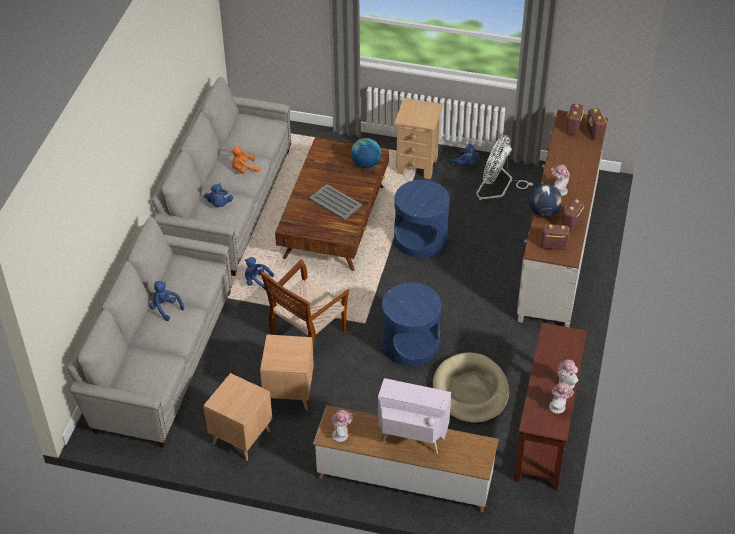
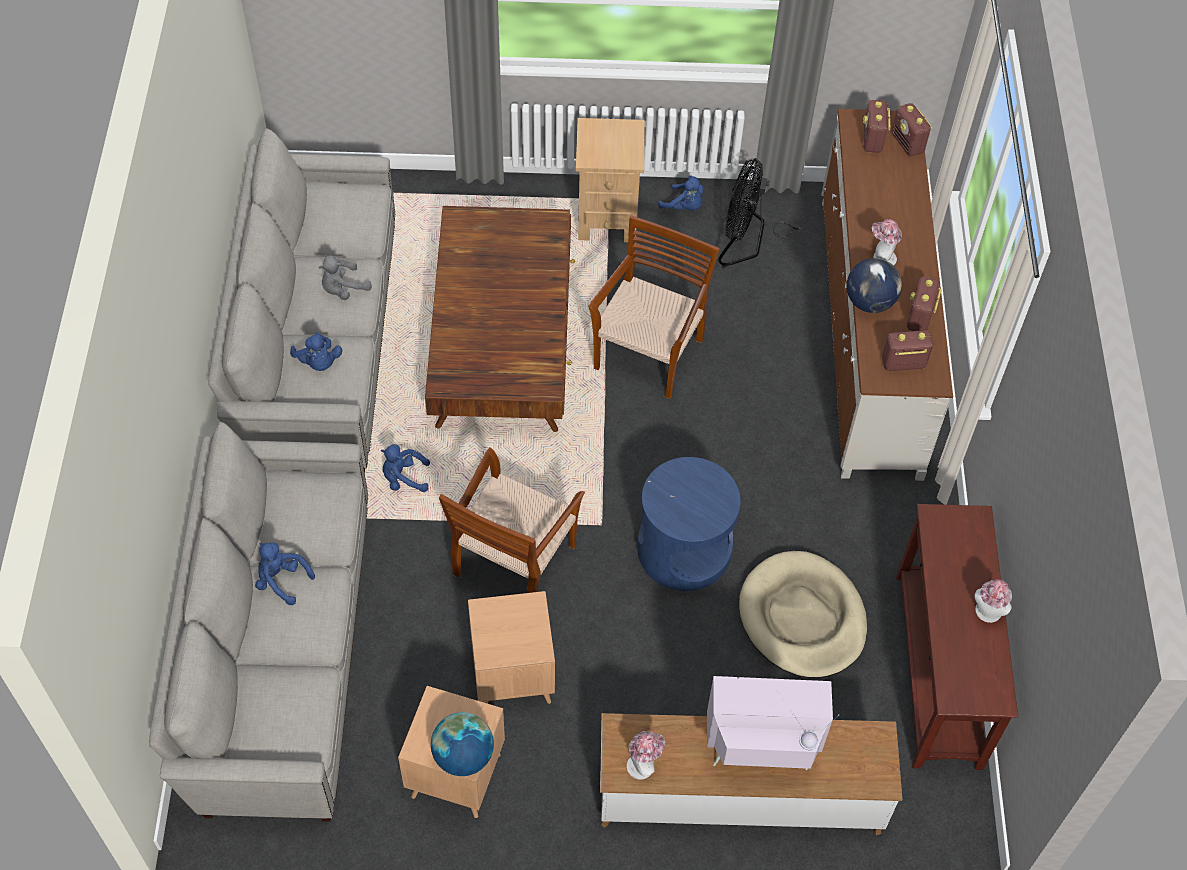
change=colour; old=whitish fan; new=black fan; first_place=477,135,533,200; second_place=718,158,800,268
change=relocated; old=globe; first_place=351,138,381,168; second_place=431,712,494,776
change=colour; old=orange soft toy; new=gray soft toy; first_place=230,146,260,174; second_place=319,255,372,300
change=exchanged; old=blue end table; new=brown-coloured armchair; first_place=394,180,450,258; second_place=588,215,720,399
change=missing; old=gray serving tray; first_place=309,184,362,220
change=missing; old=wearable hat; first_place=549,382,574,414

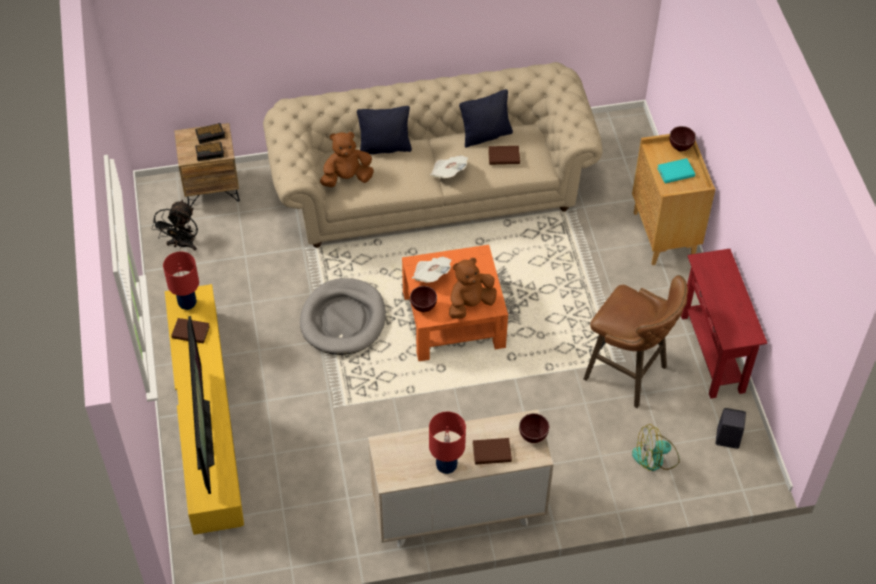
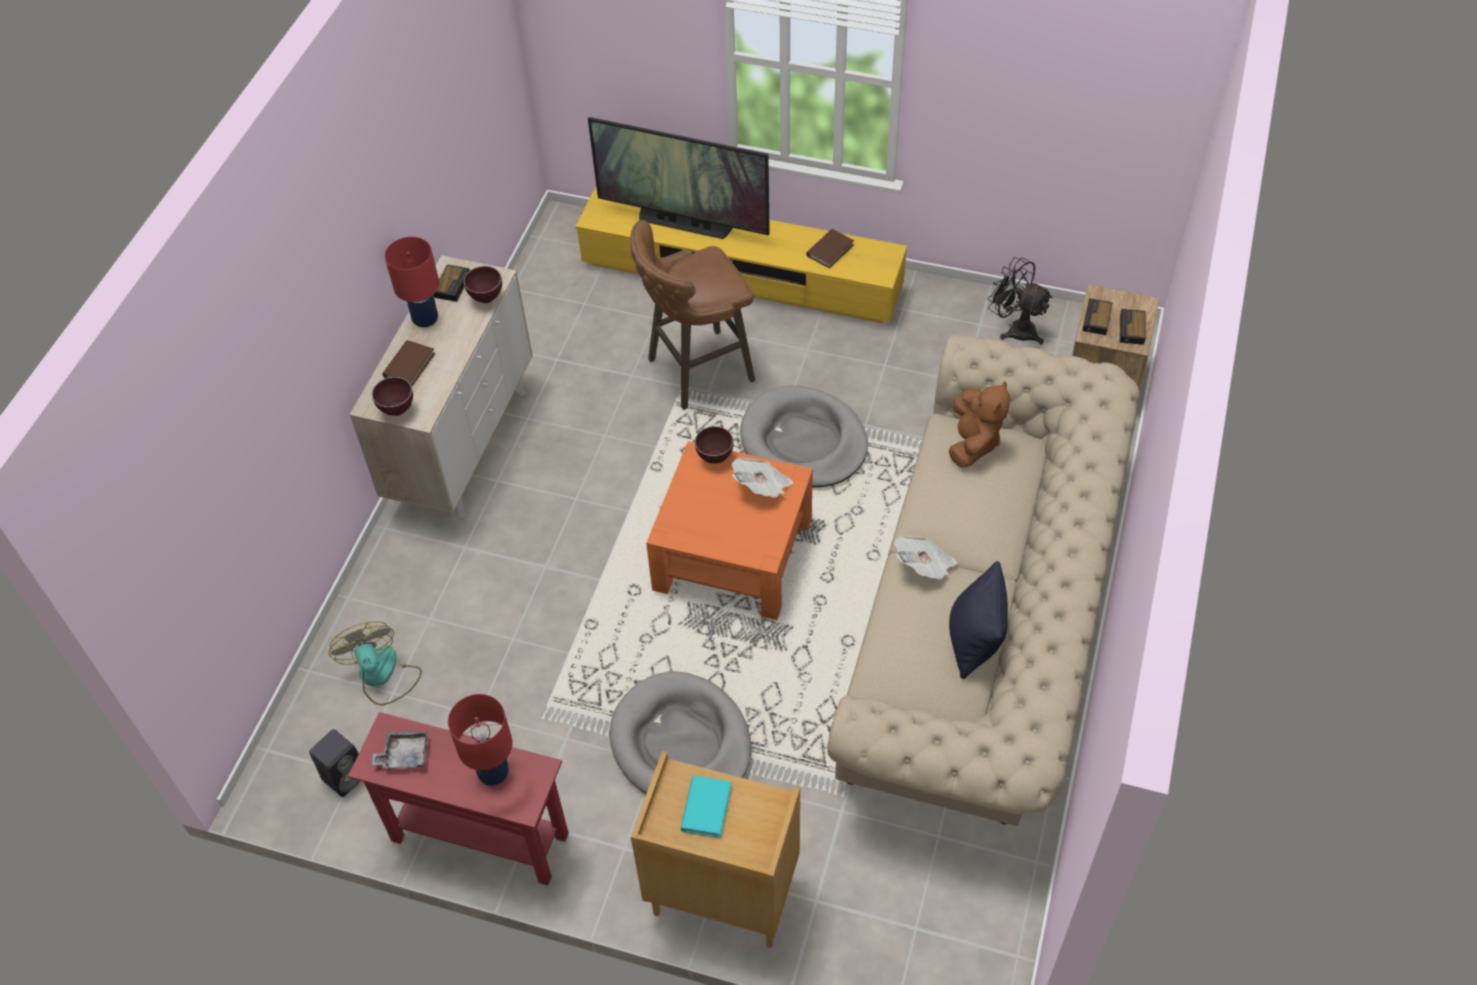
change=missing; old=black cushion; first_place=357,106,412,154
change=relocated; old=brown-coloured deep dish; first_place=670,126,696,152; second_place=463,266,502,303
change=missing; old=brown-coloured book; first_place=488,146,520,165
change=relocated; old=reddish table lamp; first_place=163,252,199,310; second_place=448,694,513,786
change=missing; old=brown-coloured soft toy; first_place=449,258,497,319
change=relocated; old=brown-coloured stool seat; first_place=584,275,688,408; second_place=630,220,755,410
change=spun; old=fan; first_place=632,424,680,471; second_place=329,621,422,706; degrees=-45
change=appeared; new=bedside clock; second_place=434,265,470,302
change=appeared; new=gray pet bed; second_place=610,671,751,794
change=appeared; new=gray serving tray; second_place=371,731,428,770

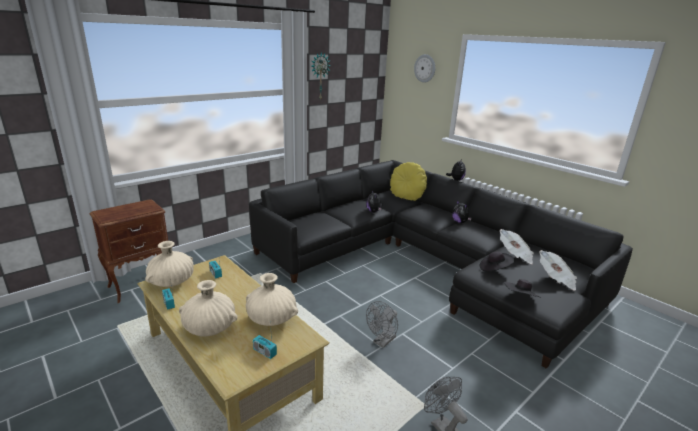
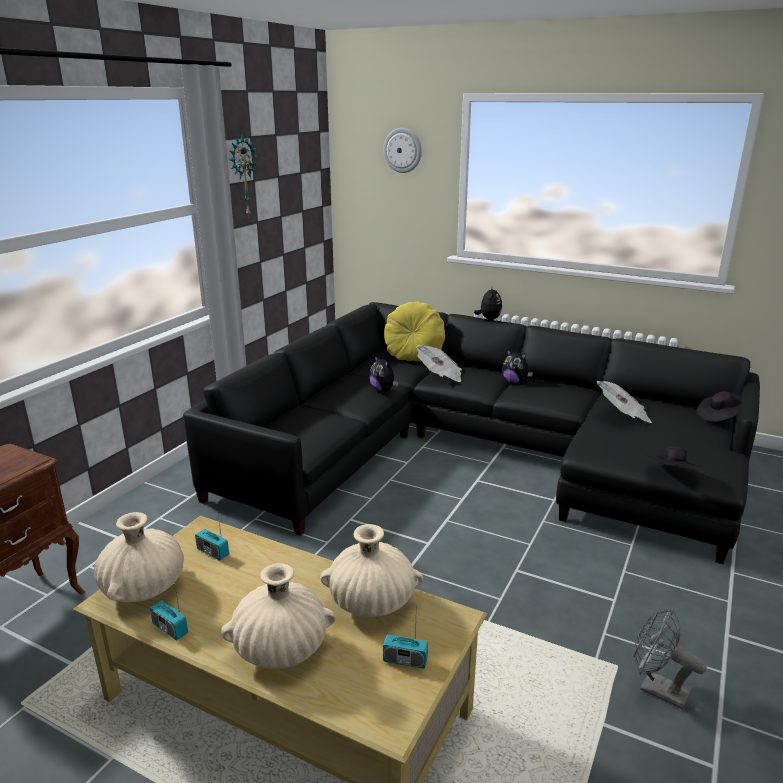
change=relocated; old=daily paper; first_place=539,250,577,291; second_place=416,345,462,382
change=relocated; old=black wearable hat; first_place=480,251,514,272; second_place=697,391,741,422
change=missing; old=gray fan; first_place=366,301,398,348

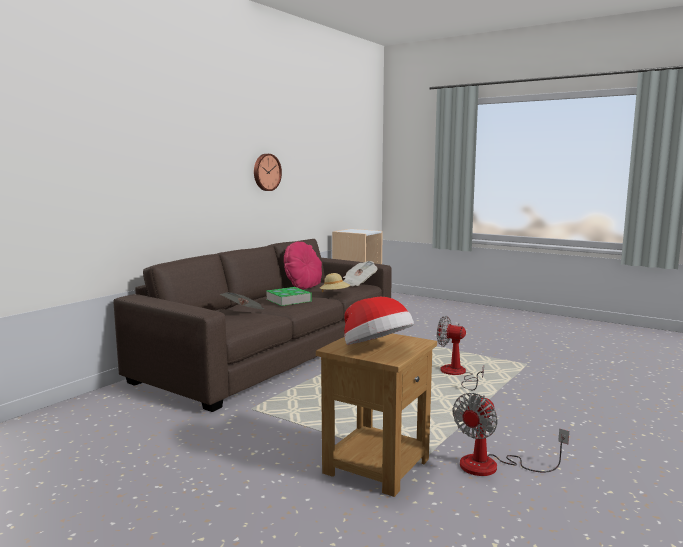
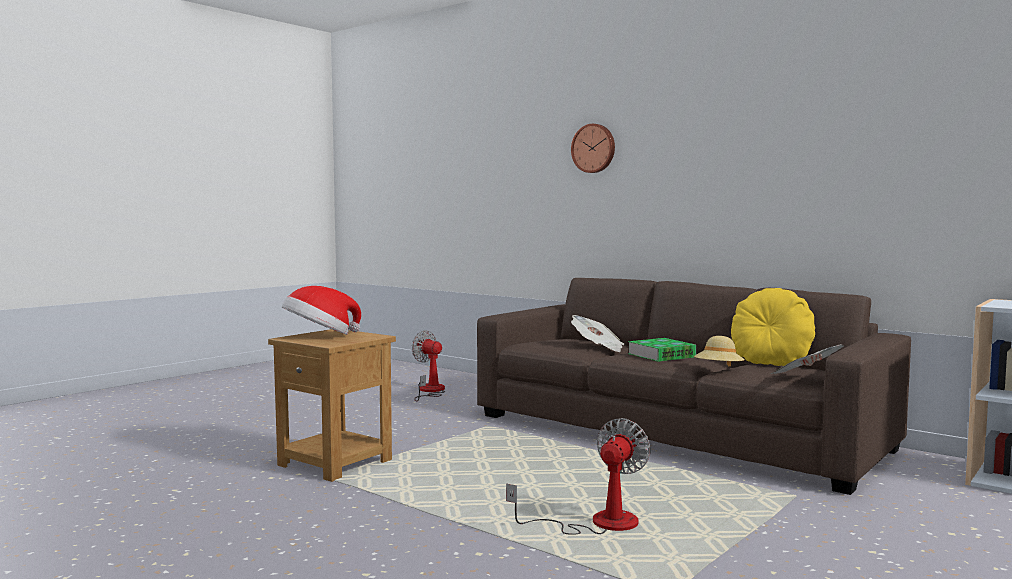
change=relocated; old=clock on the wall; first_place=254,154,282,191; second_place=571,124,615,173
change=colour; old=pinkish cushion; new=yellow cushion; first_place=284,241,322,290; second_place=731,288,815,366
change=relocated; old=fan; first_place=453,393,569,476; second_place=412,330,446,401

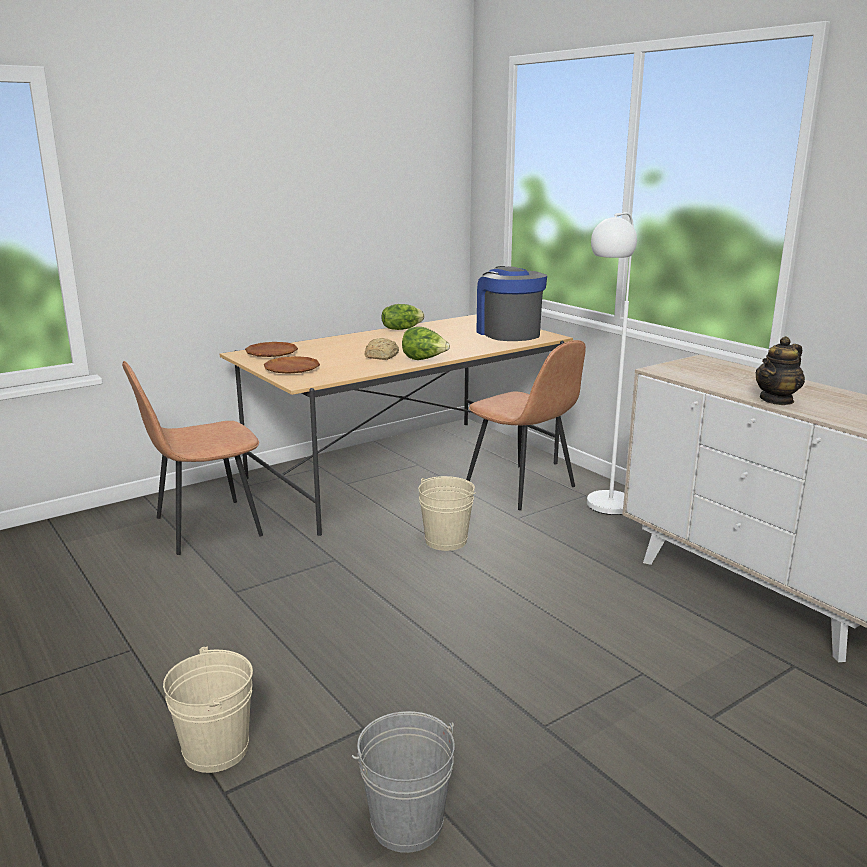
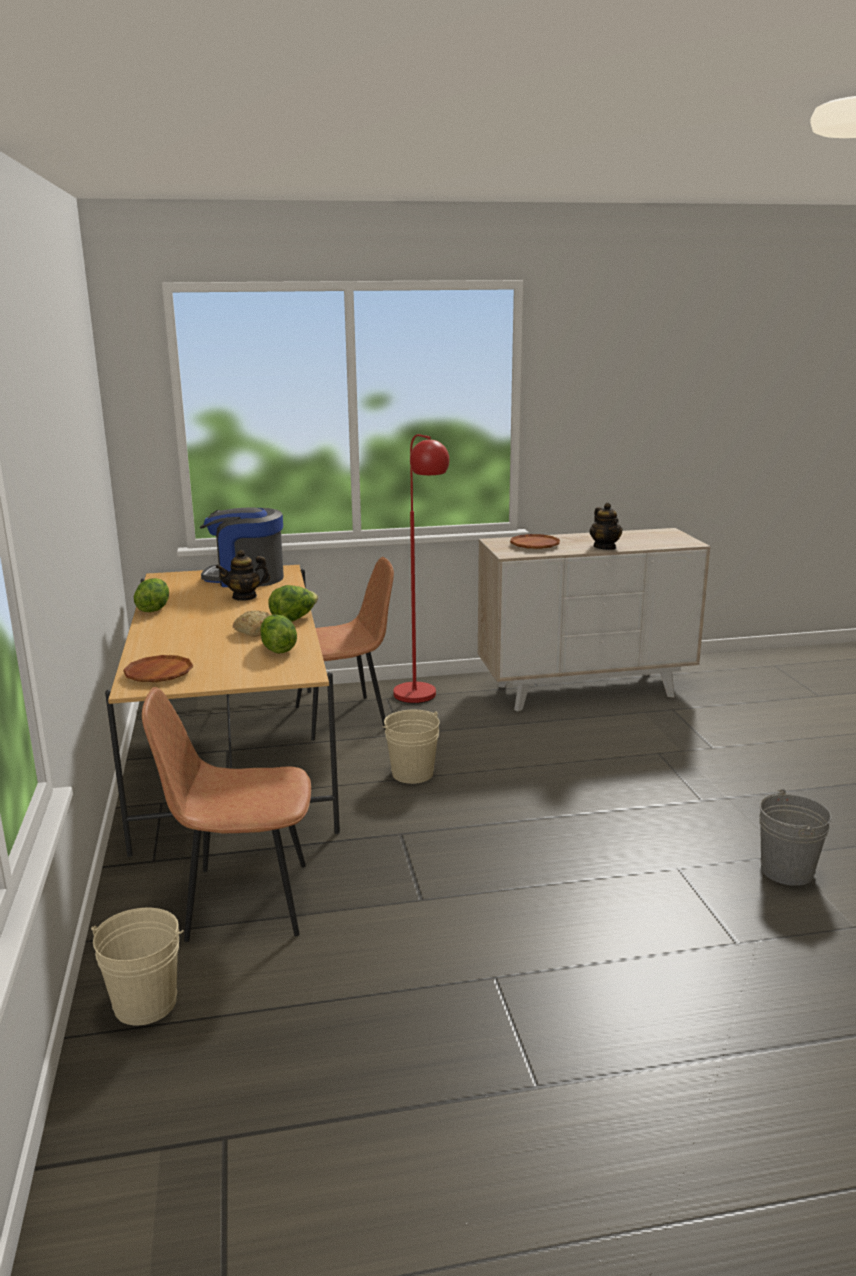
change=colour; old=whitish floor lamp; new=reddish floor lamp; first_place=587,212,637,515; second_place=393,434,449,703
change=relocated; old=brown-coloured dinner plate; first_place=264,356,320,374; second_place=510,534,560,549
change=spun; old=brown-coloured plain chair; first_place=122,361,263,555; second_place=142,687,311,942; degrees=90
change=relocated; old=beige water bucket; first_place=163,646,253,773; second_place=91,908,184,1025
change=appeared; new=tea pot; second_place=216,550,270,601
change=appeared; new=lettuce head; second_place=260,614,297,653

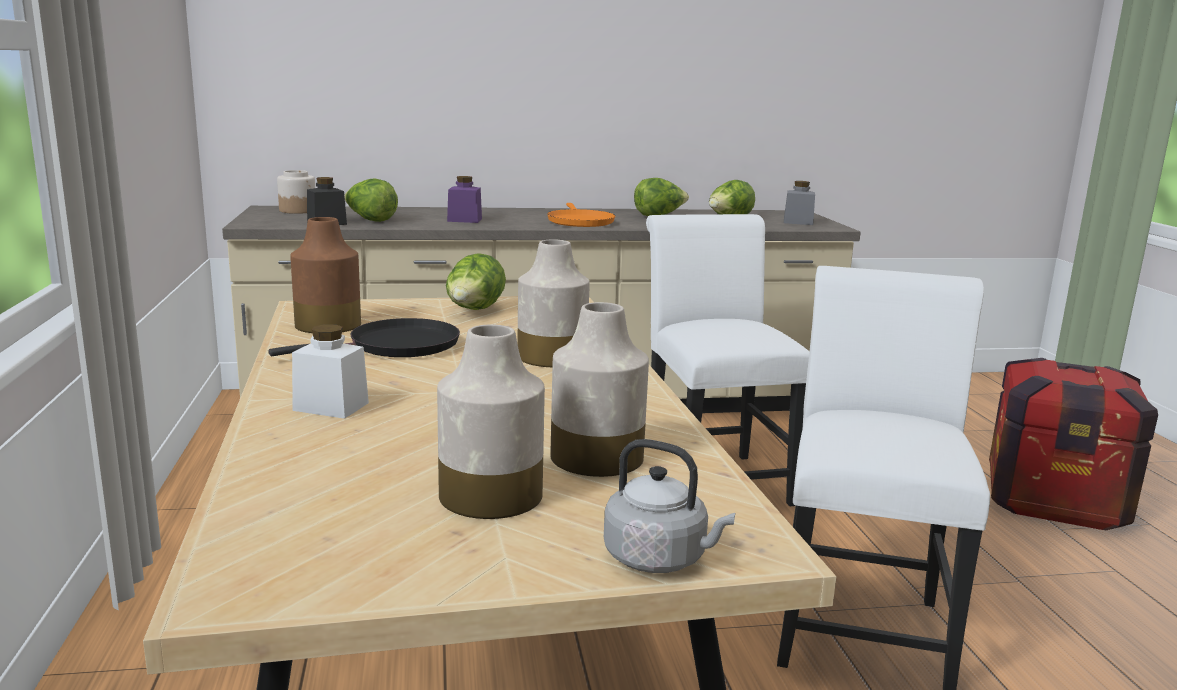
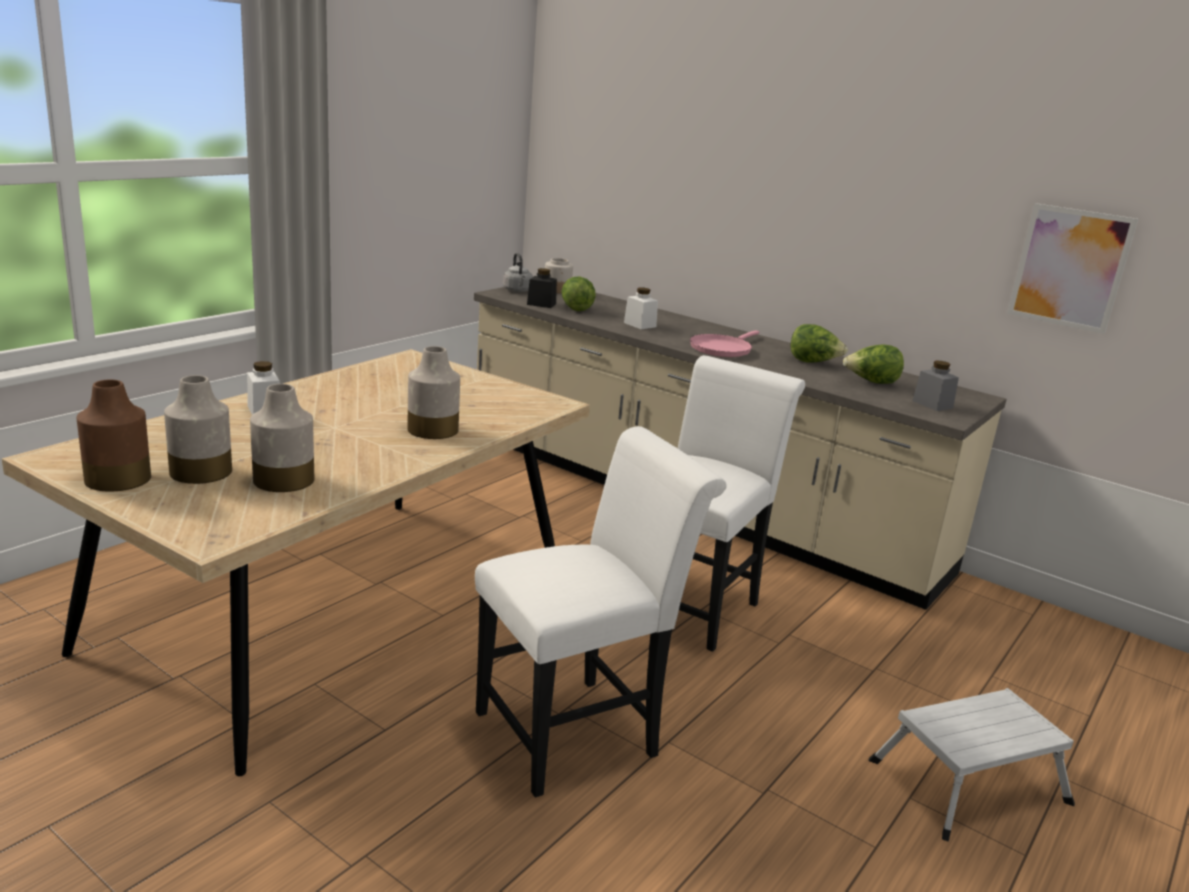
change=colour; old=purplish storage jar; new=whitish storage jar; first_place=447,176,482,223; second_place=624,288,658,329
change=colour; old=orange skillet; new=pinkish skillet; first_place=547,203,615,227; second_place=690,330,759,357
change=relocated; old=brown-coloured decorative vase; first_place=290,217,361,333; second_place=77,379,151,492
change=missing; old=lettuce head; first_place=446,253,506,310
change=missing; old=black skillet; first_place=268,318,460,357
change=exchanged; old=crate; new=whitish step ladder; first_place=989,358,1158,530; second_place=868,688,1075,841
change=relocated; old=gray kettle; first_place=604,439,735,573; second_place=503,253,533,292
change=appeared; new=wall picture; second_place=1007,203,1138,334

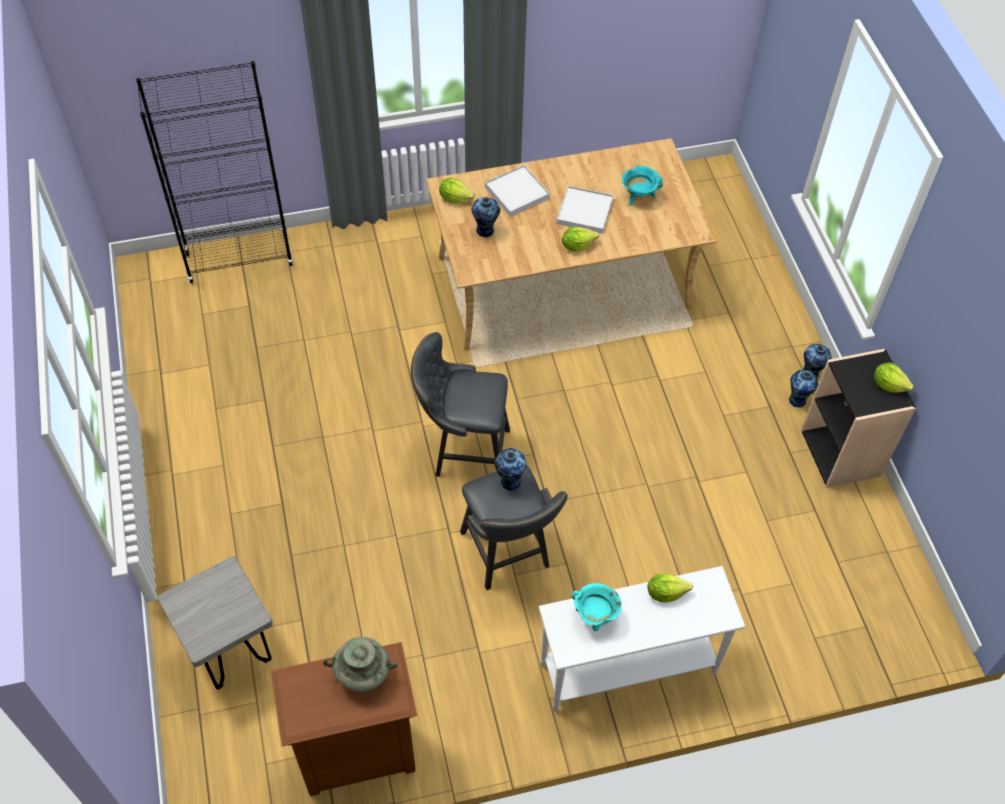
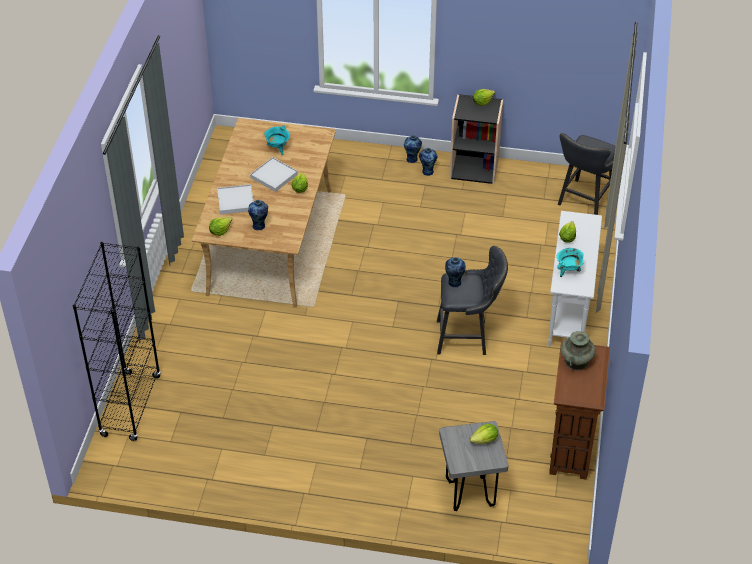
change=relocated; old=gray stool seat; first_place=411,332,510,477; second_place=558,133,616,215
change=appeared; new=lettuce head; second_place=470,424,498,444

